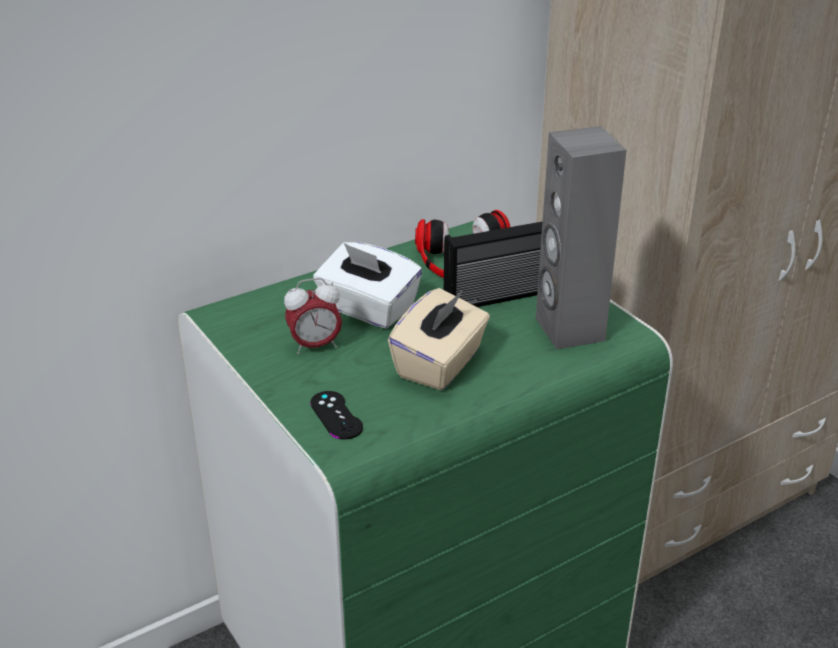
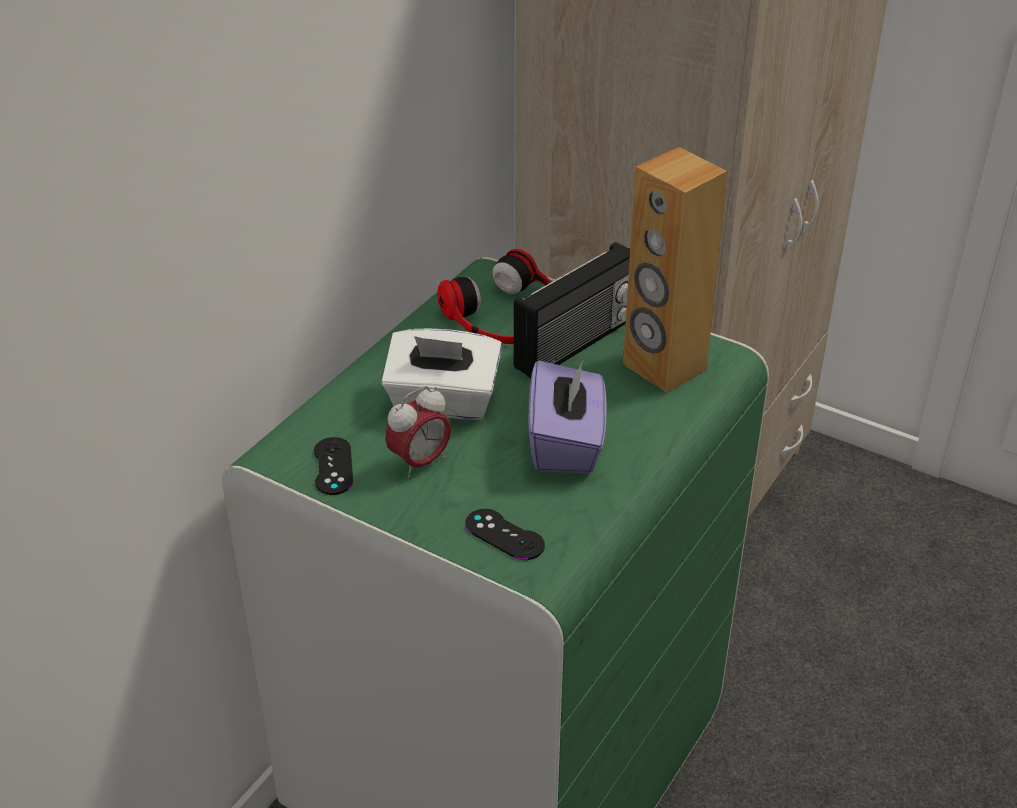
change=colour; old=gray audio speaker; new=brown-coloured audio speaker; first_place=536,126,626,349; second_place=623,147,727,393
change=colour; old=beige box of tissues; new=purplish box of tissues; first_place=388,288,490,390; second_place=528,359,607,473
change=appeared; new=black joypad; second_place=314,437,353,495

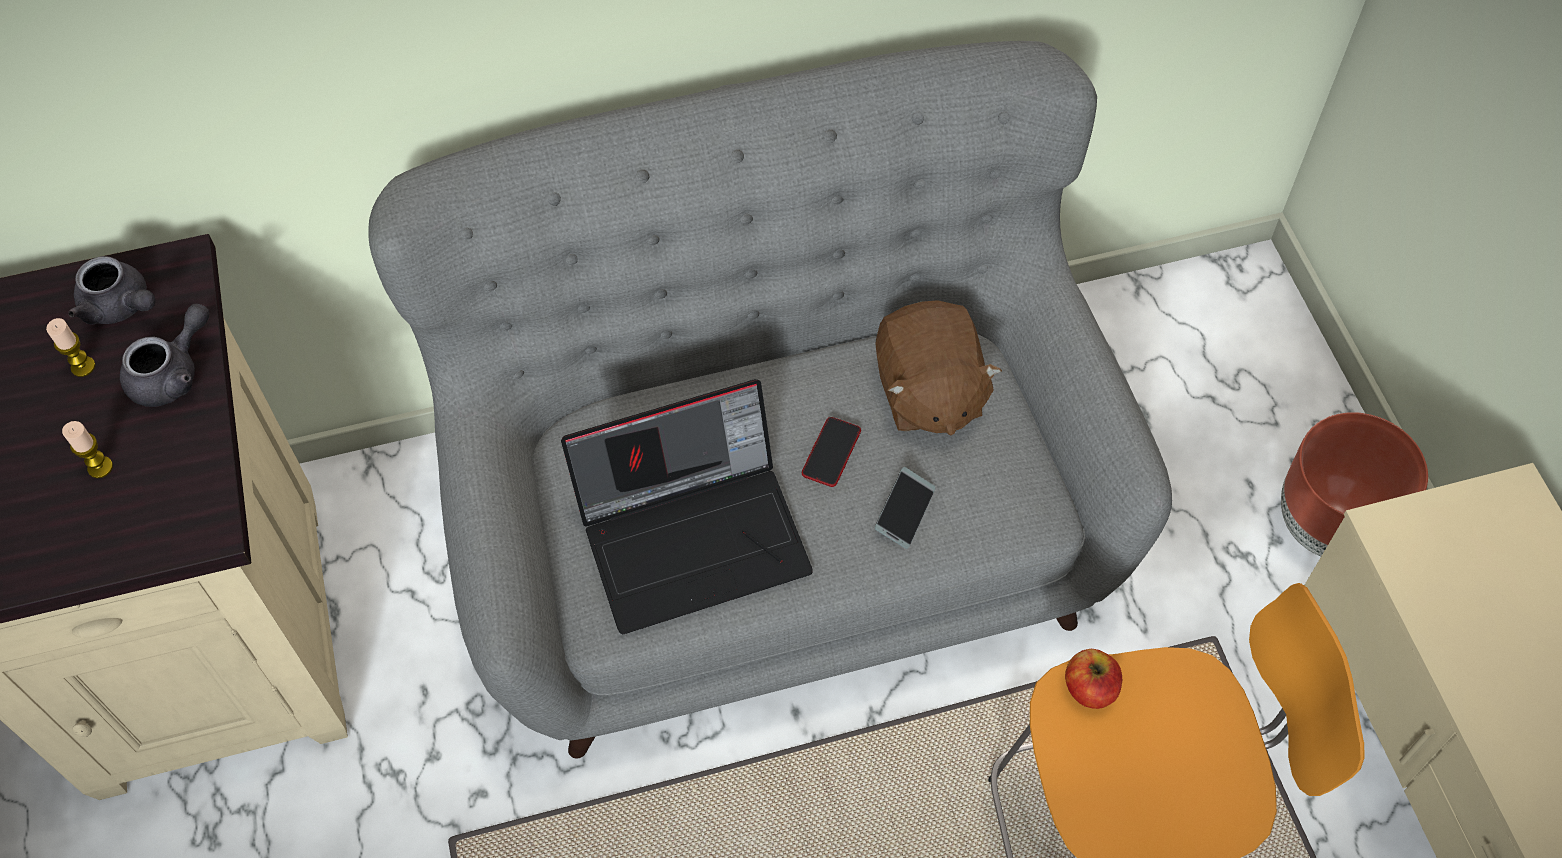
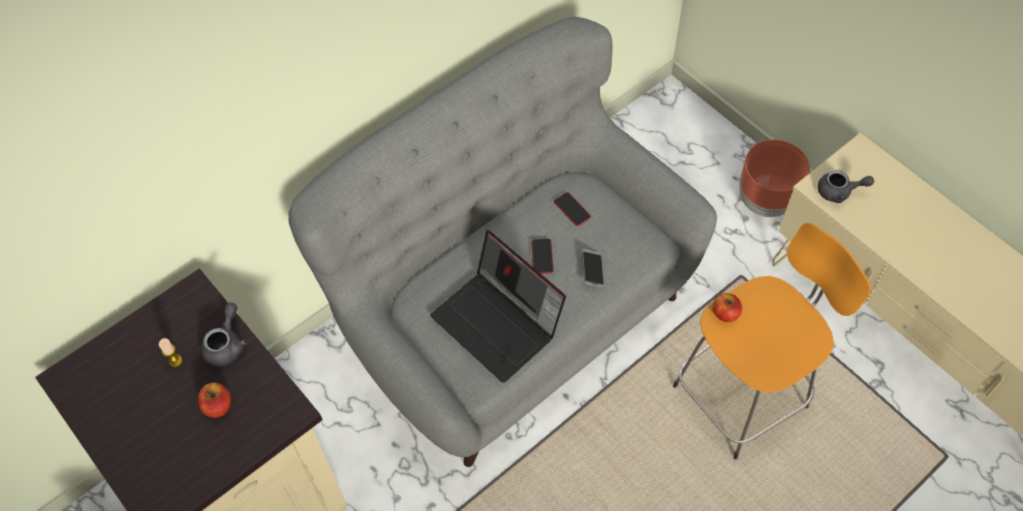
change=relocated; old=gray tea pot; first_place=68,256,156,325; second_place=818,170,874,203
change=exchanged; old=brown-coloured soft toy; new=telephone; first_place=875,300,1002,436; second_place=554,192,591,226
change=spun; old=laptop; first_place=561,379,813,634; second_place=430,230,566,383; degrees=90
change=exchanged; old=candle; new=apple; first_place=62,421,113,478; second_place=198,383,231,418

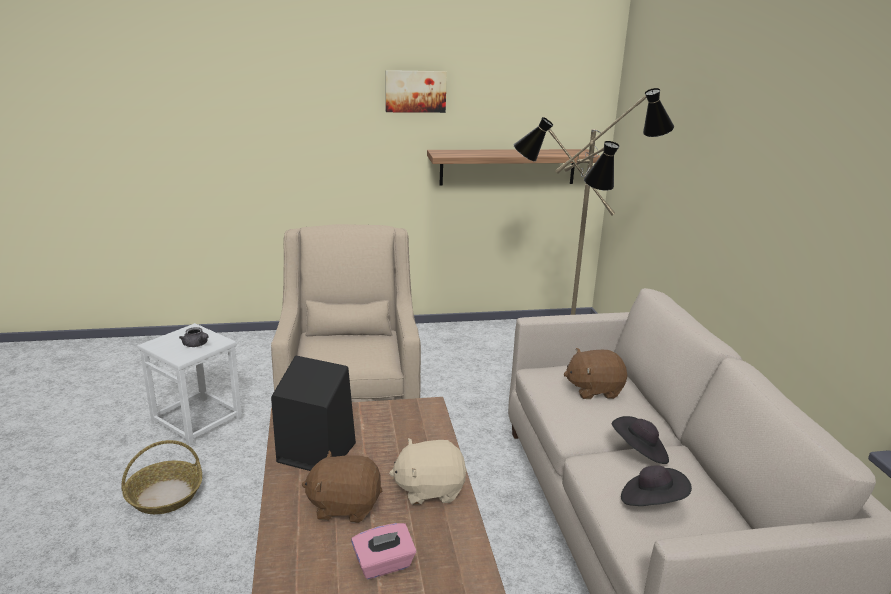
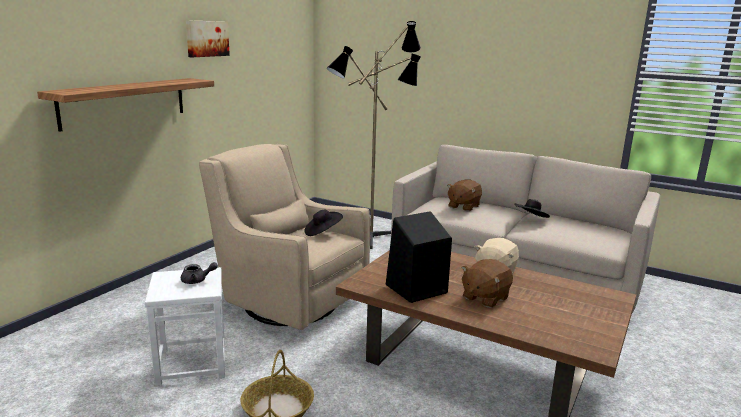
change=relocated; old=shelf; first_place=427,149,600,186; second_place=37,78,214,132
change=relocated; old=black wearable hat; first_place=621,465,692,506; second_place=305,210,343,236
change=missing; old=pinkish box of tissues; first_place=351,523,416,579

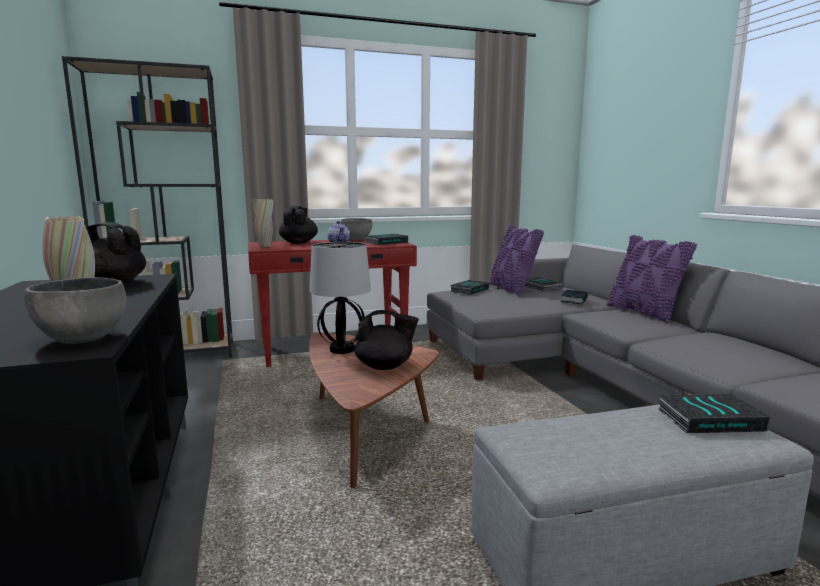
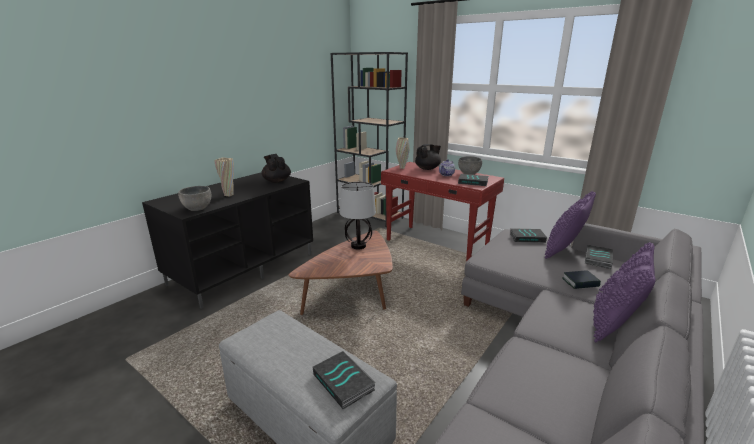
change=missing; old=black tea pot; first_place=354,310,419,370

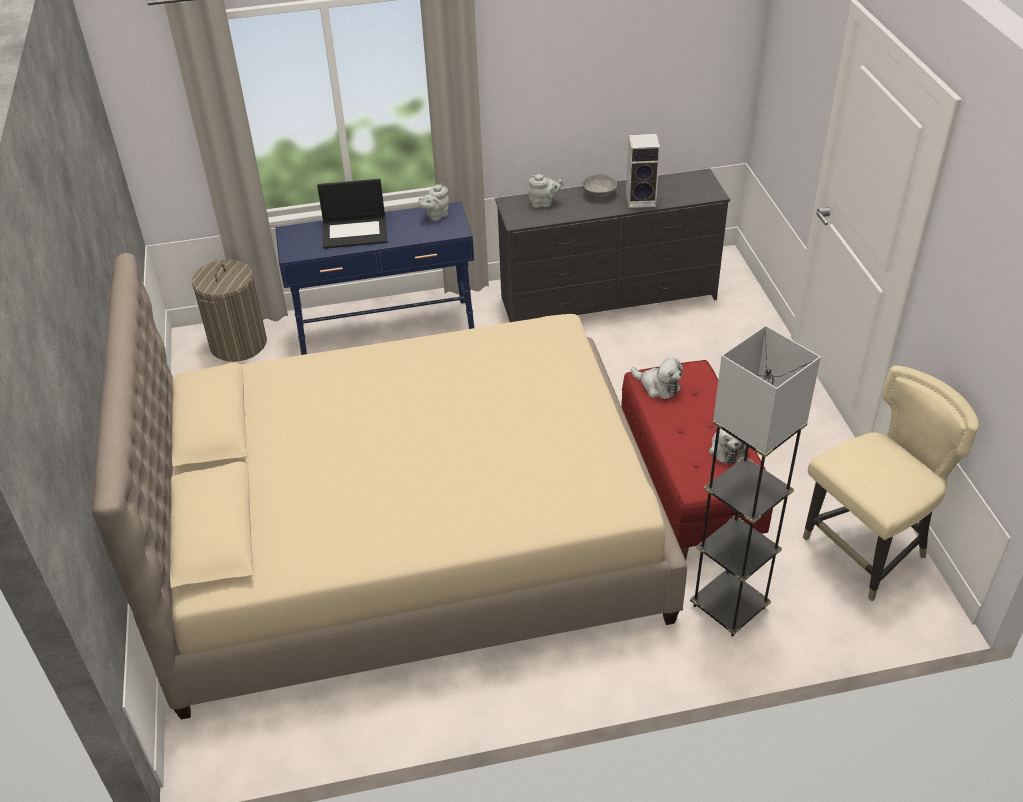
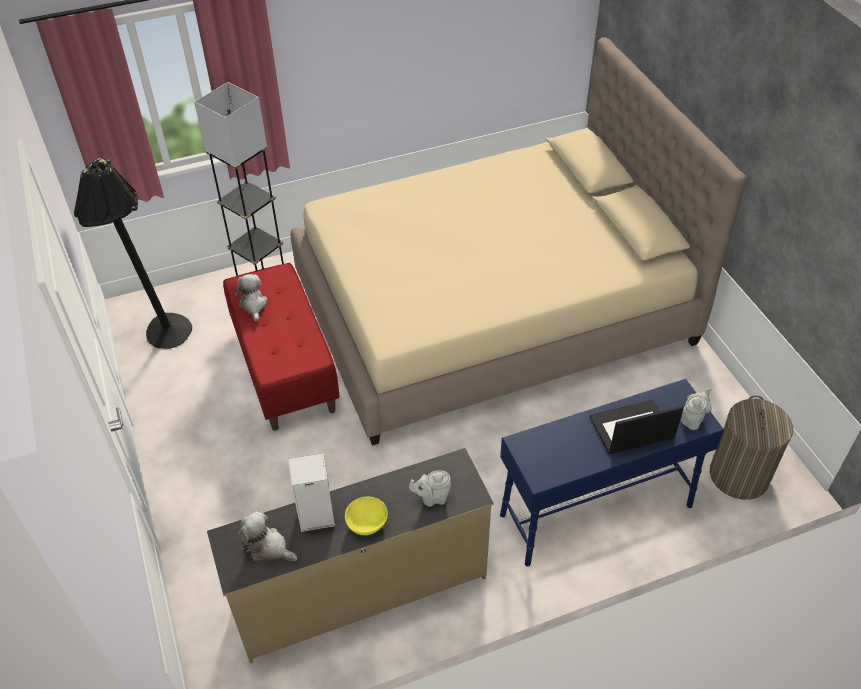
change=colour; old=gray deep dish; new=yellow deep dish; first_place=583,174,617,199; second_place=345,497,388,535
change=relocated; old=gray tea pot; first_place=419,184,449,221; second_place=681,388,712,430
change=relocated; old=soft toy; first_place=631,358,683,399; second_place=238,511,297,561
change=exchanged; old=beige plain chair; new=black floor lamp; first_place=803,365,978,601; second_place=74,158,192,349

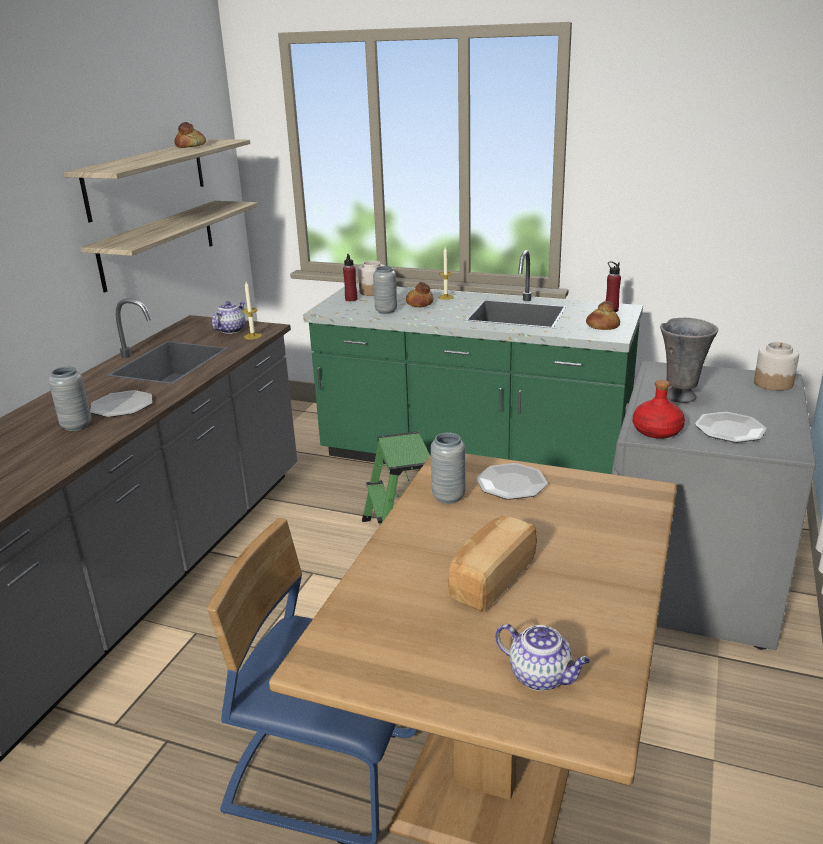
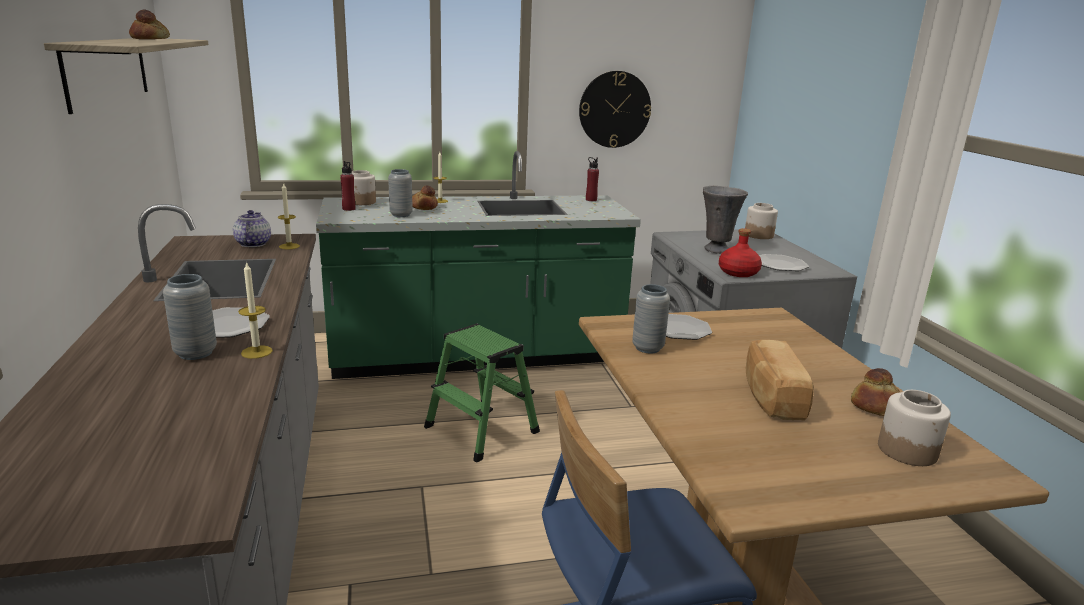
change=missing; old=shelf; first_place=80,201,258,293
change=relocated; old=baked bread; first_place=586,301,620,330; second_place=851,368,900,416
change=exchanged; old=tea pot; new=storage jar; first_place=495,624,590,691; second_place=878,390,951,466
change=appeared; new=clock on the wall; second_place=579,71,651,148
change=appeared; new=candle; second_place=238,261,273,359

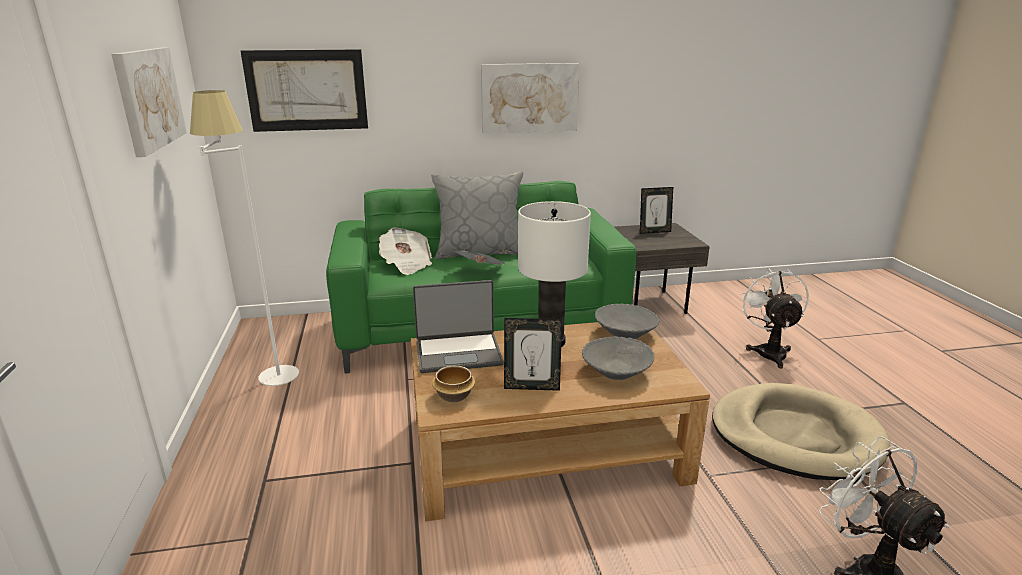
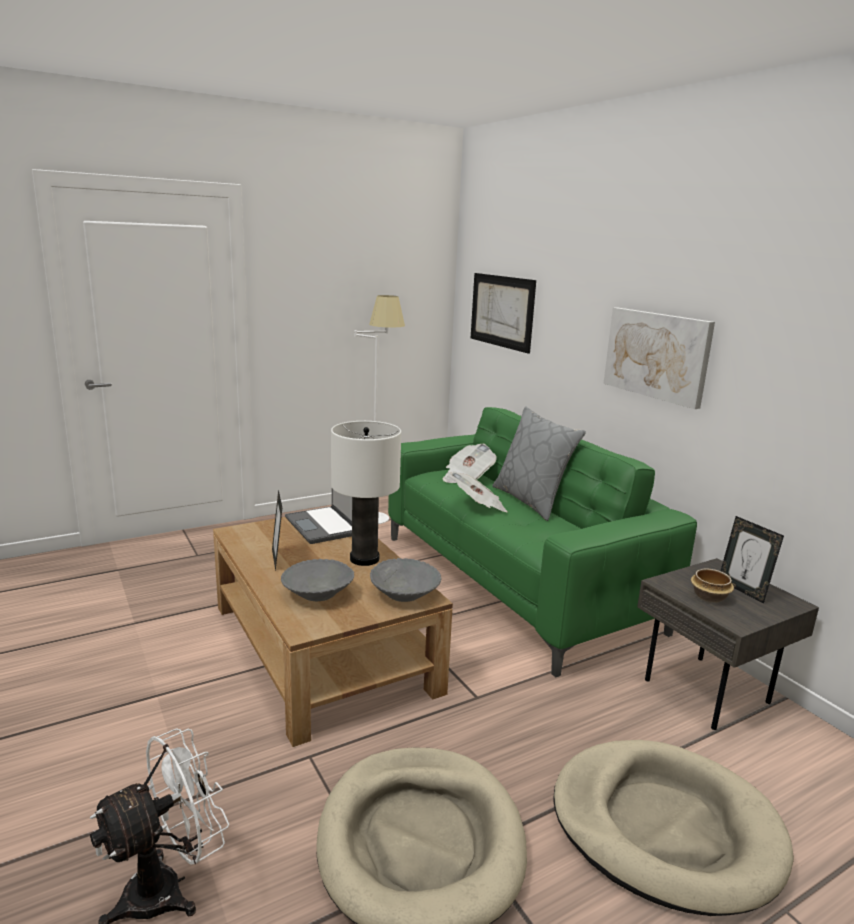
change=missing; old=wall picture; first_place=111,47,187,157
change=exchanged; old=whitish fan; new=beige pet bed; first_place=740,268,809,369; second_place=553,740,794,916
change=relocated; old=deep dish; first_place=432,366,475,402; second_place=691,569,734,603

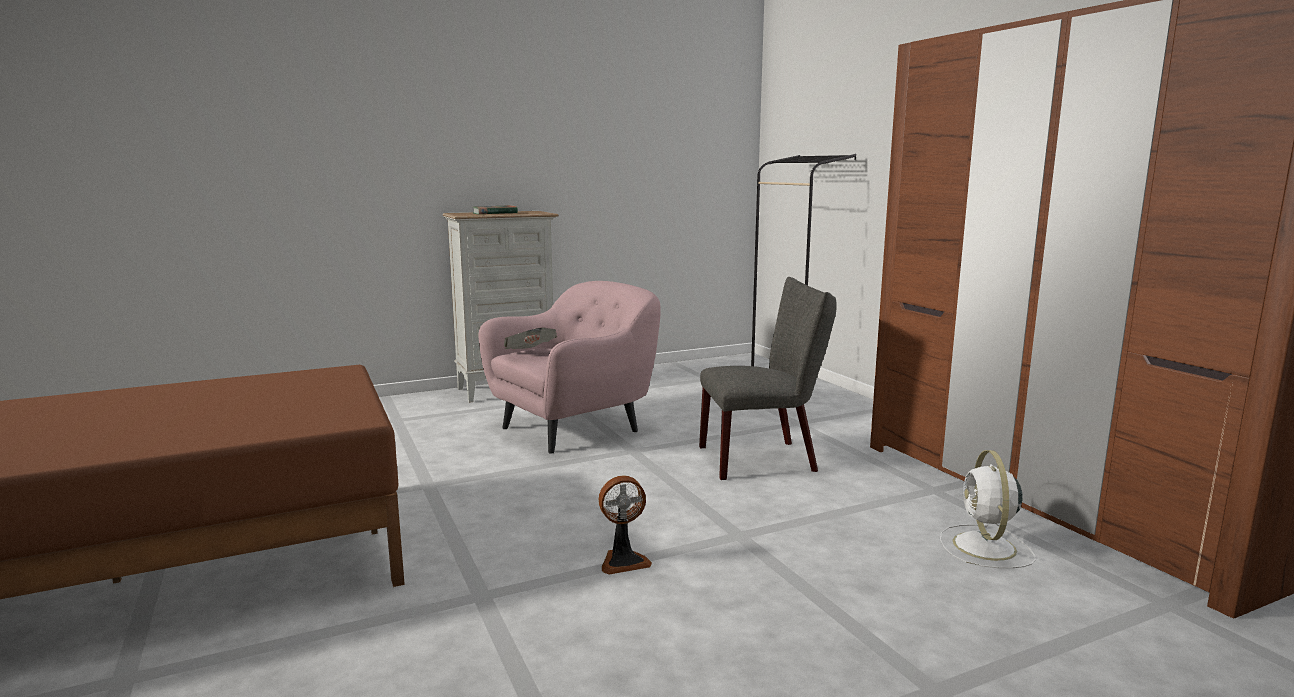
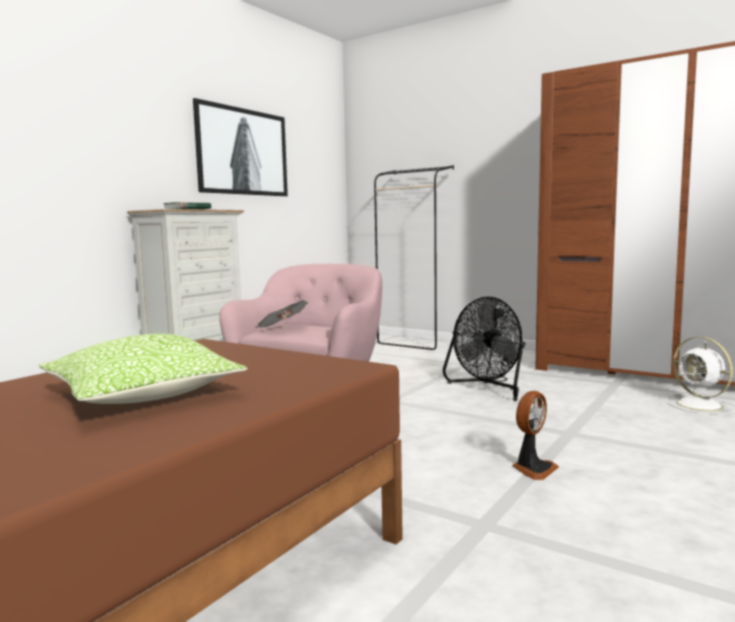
change=exchanged; old=gray plain chair; new=black fan; first_place=699,277,837,480; second_place=443,297,526,401
change=appeared; new=wall picture; second_place=193,98,288,196
change=appeared; new=cushion; second_place=39,334,248,404

